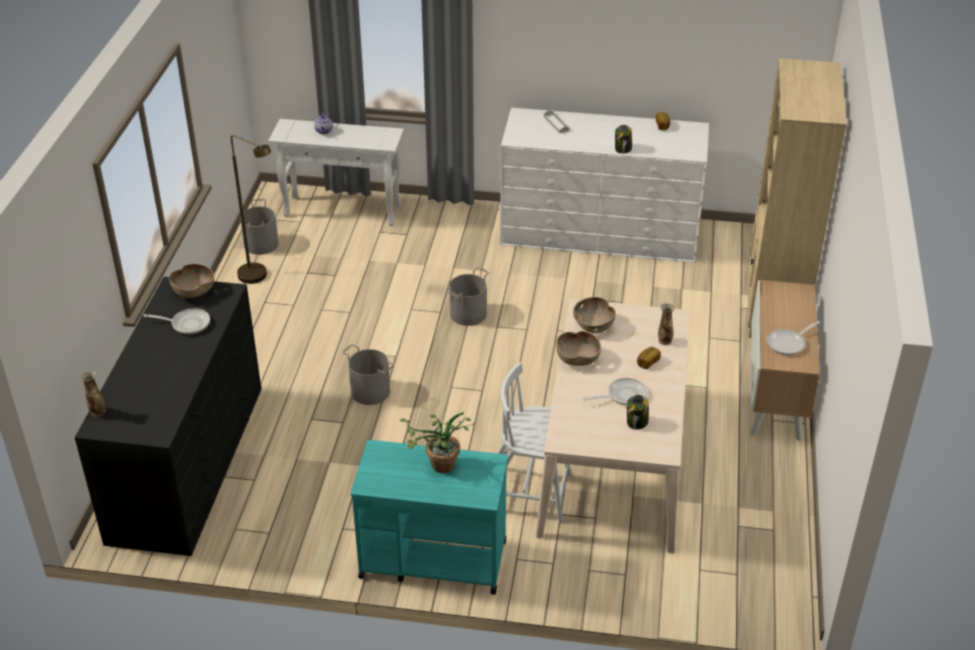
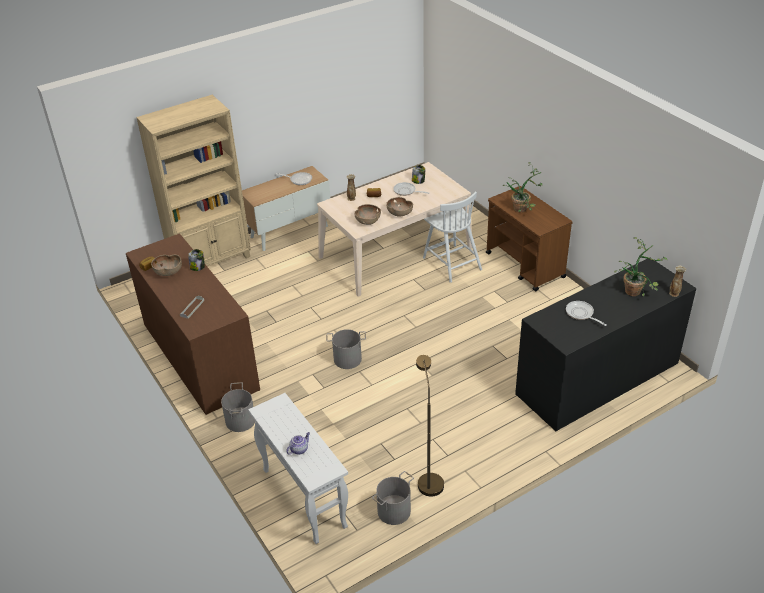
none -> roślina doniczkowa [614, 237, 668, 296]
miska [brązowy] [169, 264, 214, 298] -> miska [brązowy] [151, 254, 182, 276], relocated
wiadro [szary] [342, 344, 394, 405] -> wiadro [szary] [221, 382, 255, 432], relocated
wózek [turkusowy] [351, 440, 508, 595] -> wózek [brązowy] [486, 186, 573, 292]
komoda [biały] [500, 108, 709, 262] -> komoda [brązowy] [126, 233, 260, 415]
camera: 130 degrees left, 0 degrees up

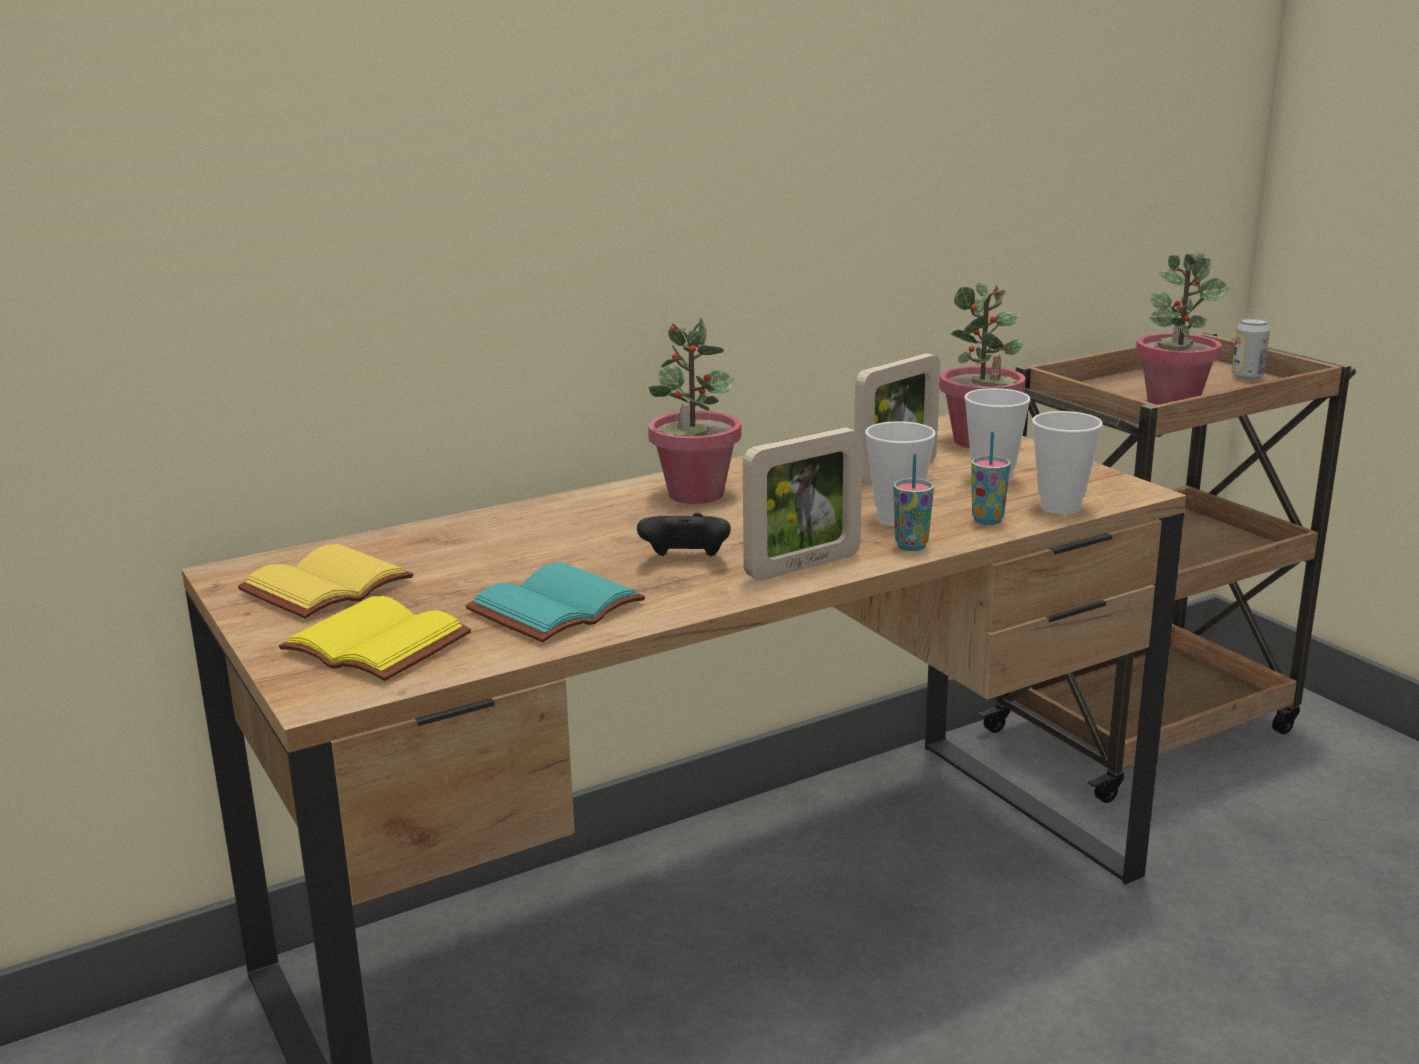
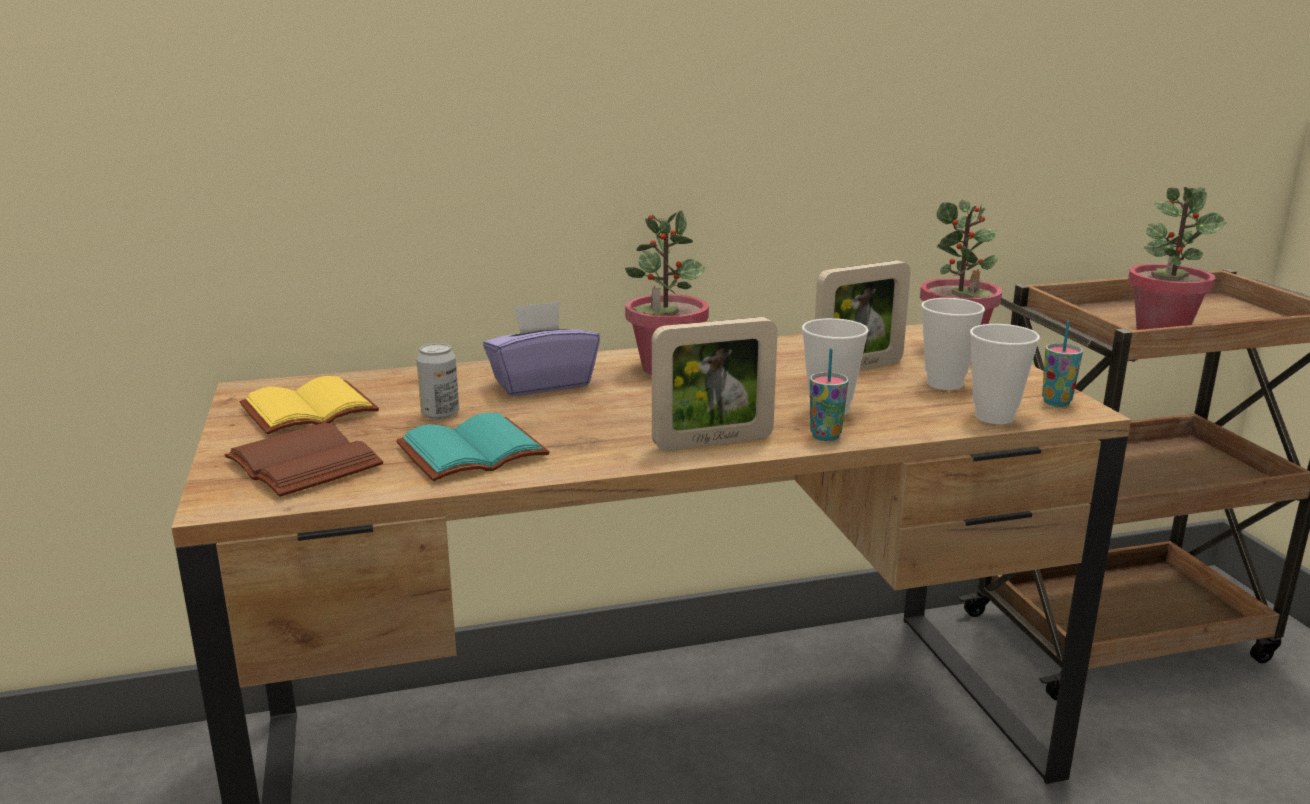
pad do gier [czarny] [637, 513, 731, 556] -> none
none -> pudełko chusteczek [fioletowy] [483, 301, 600, 396]
filiżanka [971, 432, 1010, 525] -> filiżanka [1042, 321, 1083, 407], relocated
puszka [1232, 318, 1270, 380] -> puszka [416, 343, 459, 420], relocated
książka [żółty] [279, 596, 471, 681] -> książka [brązowy] [225, 422, 383, 497]
camera: 15 degrees right, 0 degrees up

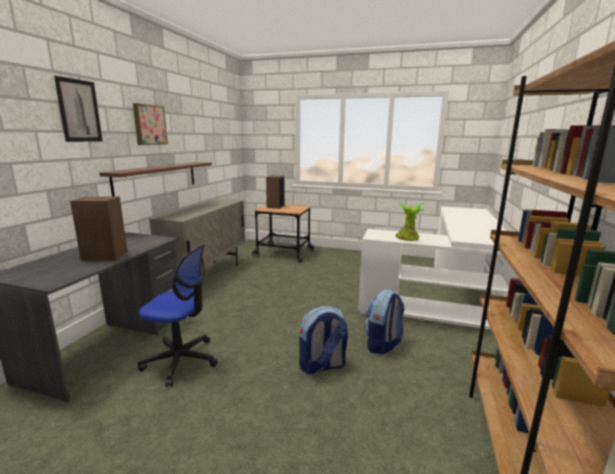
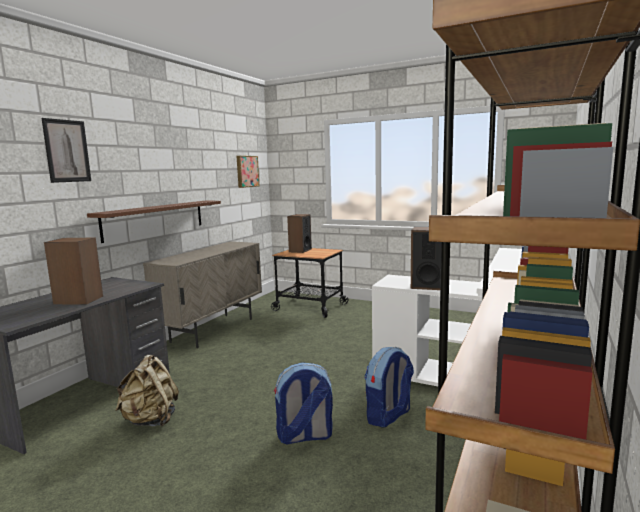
obraz [133, 103, 168, 145] -> obraz [237, 156, 259, 188], relocated
krzesło biurowe [138, 244, 218, 387] -> plecak [beżowy] [115, 355, 179, 426]
roślina doniczkowa [395, 202, 424, 241] -> głośnik [411, 227, 441, 290]
camera: 10 degrees right, 5 degrees down

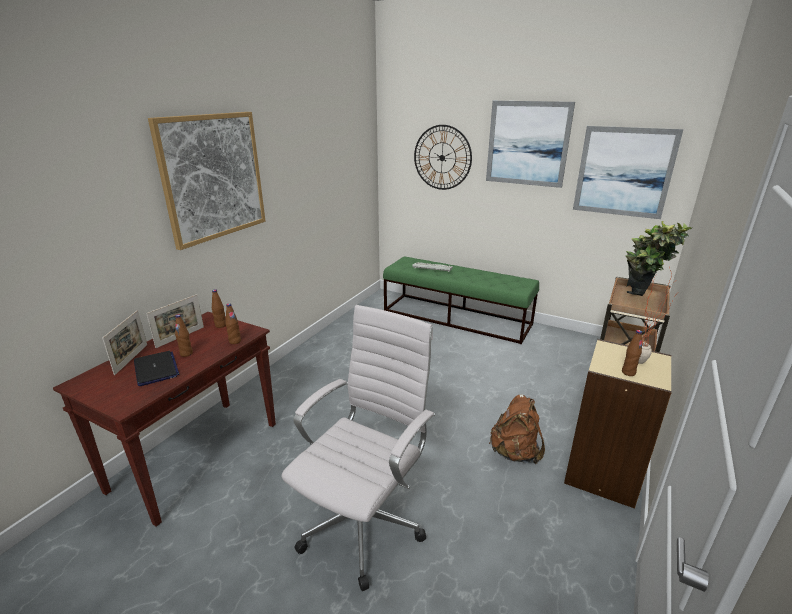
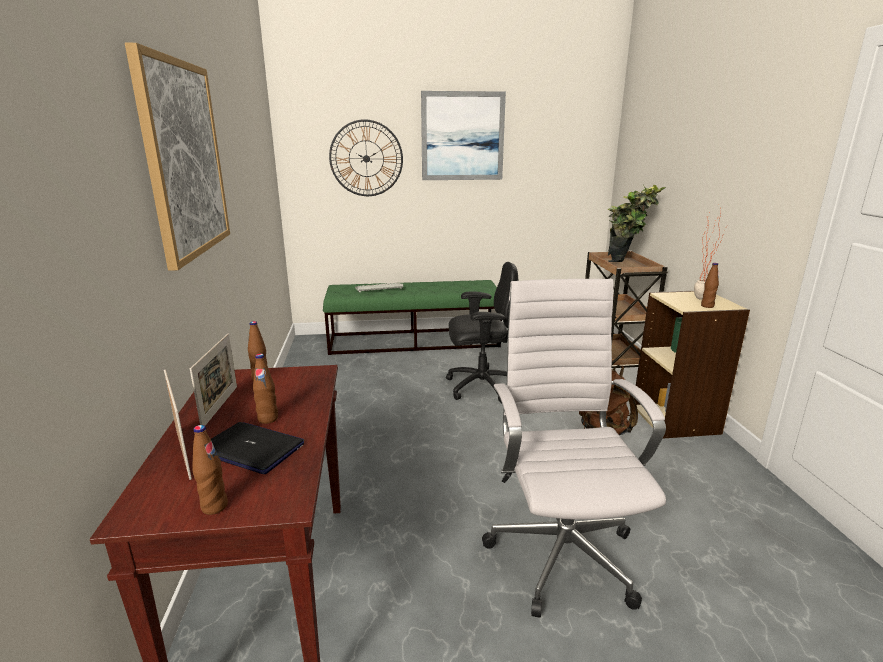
obraz [573, 126, 683, 219] -> none
none -> krzesło biurowe [czarny] [446, 262, 518, 403]
butelka [brązowy] [225, 303, 241, 344] -> butelka [brązowy] [192, 425, 228, 515], relocated
camera: 35 degrees left, 5 degrees down

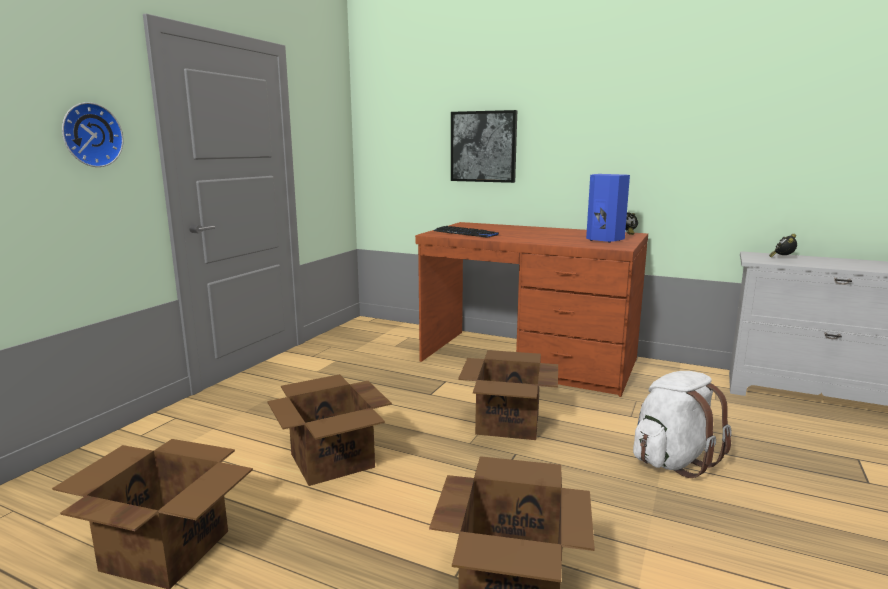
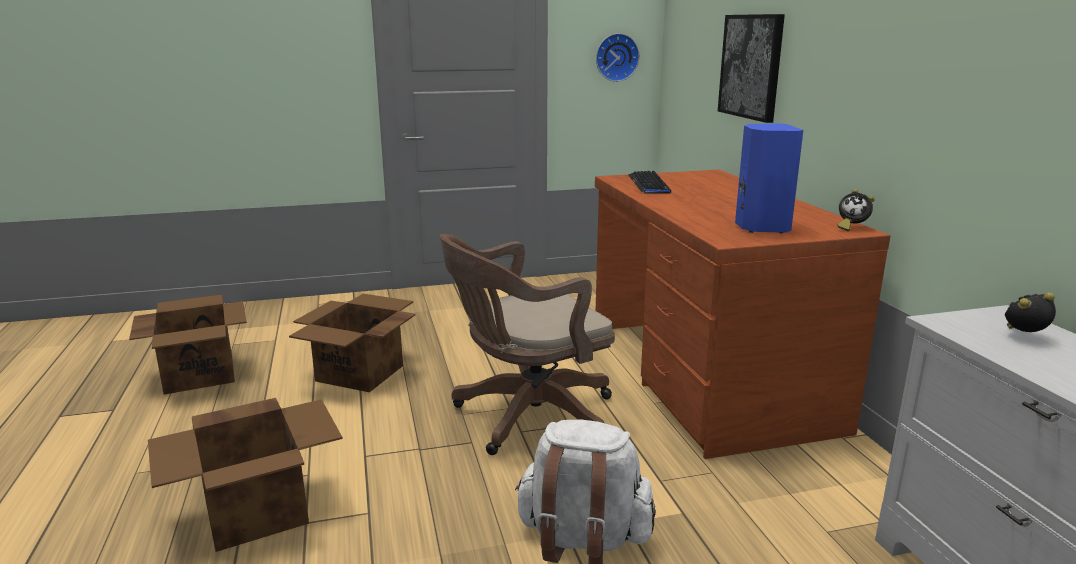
zegar ścienny [62, 102, 123, 167] -> zegar ścienny [596, 33, 640, 82], relocated
karton [458, 350, 558, 440] -> krzesło biurowe [brązowy] [440, 234, 615, 455]
camera: 50 degrees right, 5 degrees up

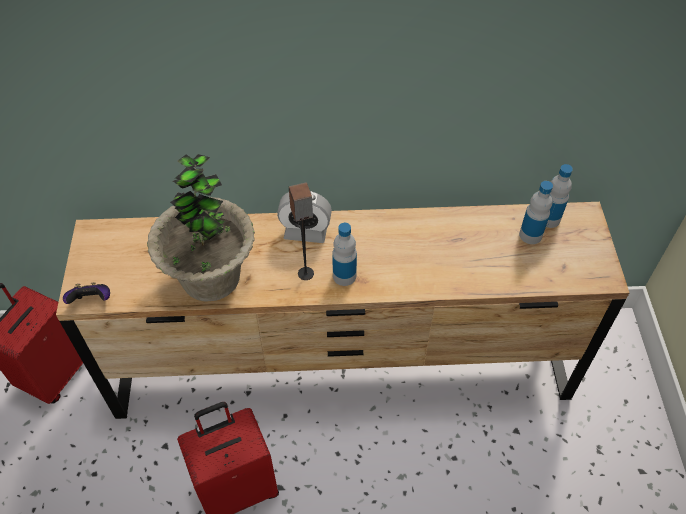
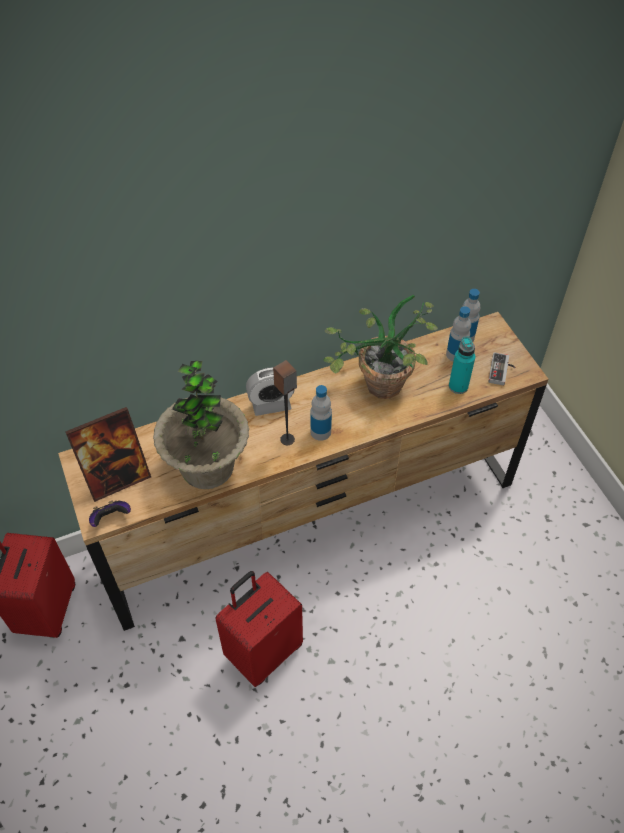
none -> ramka na zdjęcie [65, 407, 151, 502]
none -> roślina doniczkowa [323, 295, 438, 399]
none -> butelka [turkusowy] [449, 337, 475, 394]
none -> pad do gier [488, 352, 515, 386]
camera: 20 degrees left, 0 degrees up

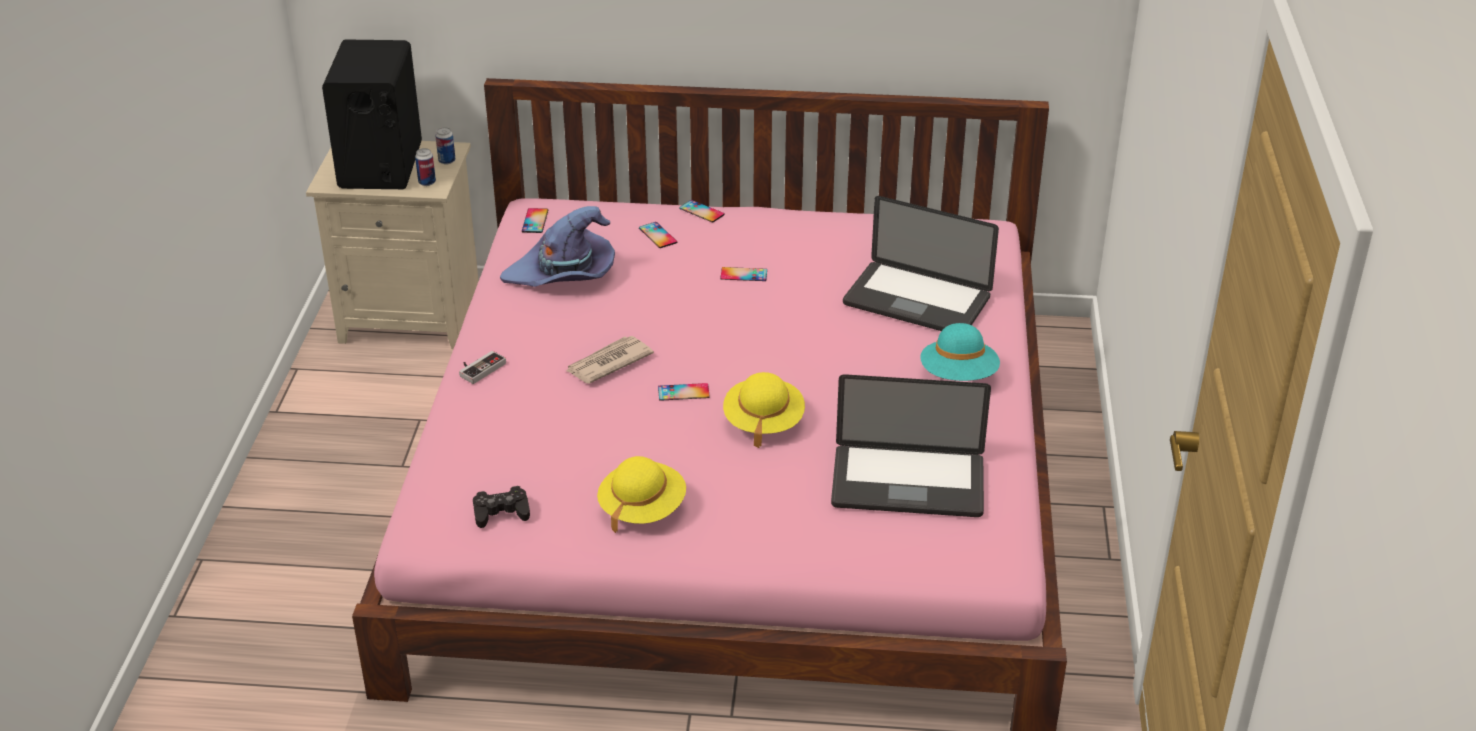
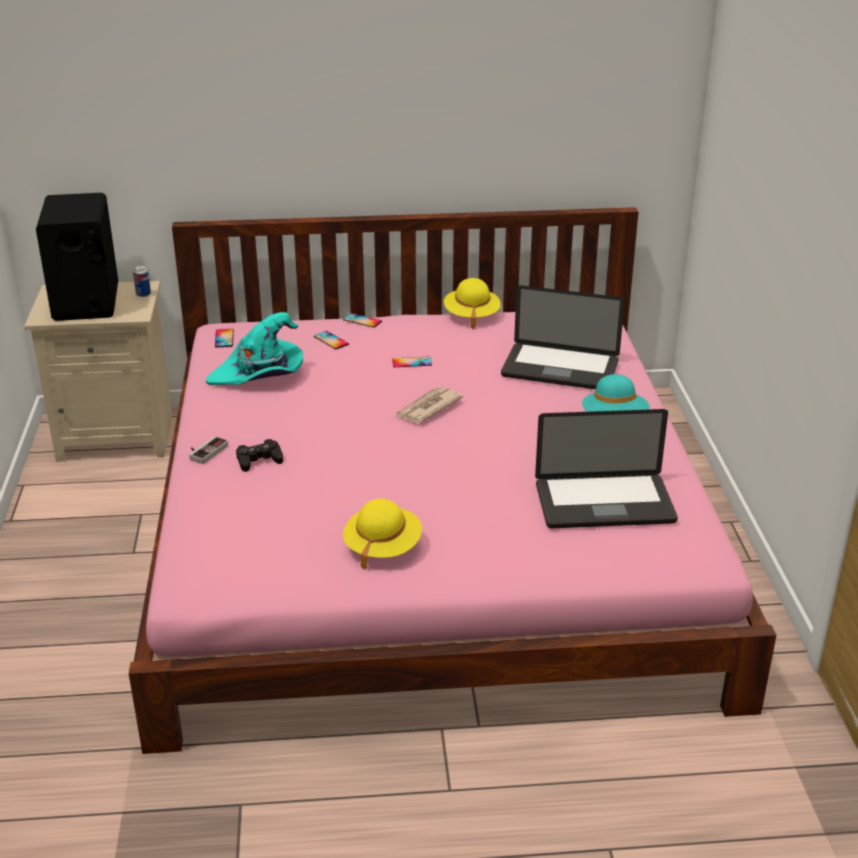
puszka [415, 148, 436, 186] -> none
telefon [658, 383, 710, 401] -> none
pad do gier [czarny] [473, 486, 530, 528] -> pad do gier [czarny] [236, 439, 283, 472], relocated
gazeta [566, 336, 654, 384] -> gazeta [395, 387, 463, 424], relocated
kapelusz [żółty] [723, 372, 805, 448] -> kapelusz [żółty] [444, 278, 501, 329], relocated
kapelusz [fioletowy] [500, 206, 615, 287] -> kapelusz [turkusowy] [206, 312, 303, 385]
camera: 10 degrees left, 5 degrees down

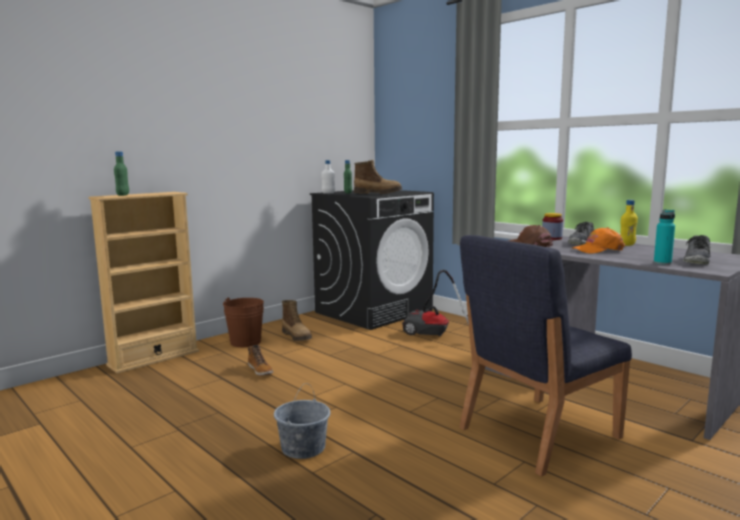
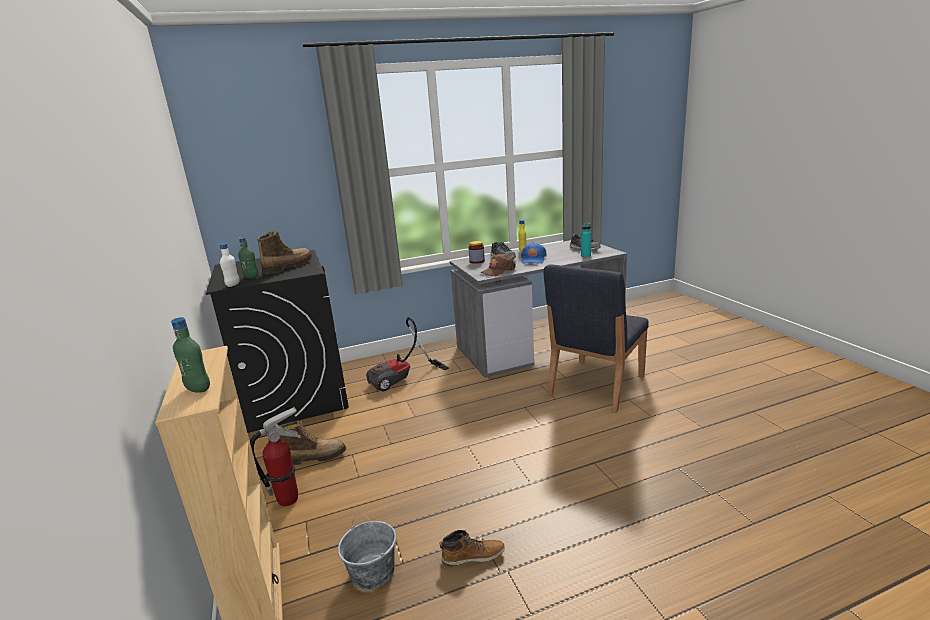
but z cholewką [248, 344, 273, 376] -> but z cholewką [439, 530, 505, 566], relocated
wiadro [szary] [274, 383, 330, 459] -> wiadro [szary] [338, 514, 396, 590], relocated
wiadro [brązowy] [223, 297, 264, 347] -> gaśnica [250, 407, 301, 506]
czapka z daszkiem [pomarańczowy] [572, 227, 625, 254] -> czapka z daszkiem [niebieski] [521, 243, 547, 264]
krzesło [niebieski] [459, 235, 632, 477] -> krzesło [niebieski] [543, 264, 649, 413], 45 degrees clockwise
camera: 65 degrees left, 10 degrees up

